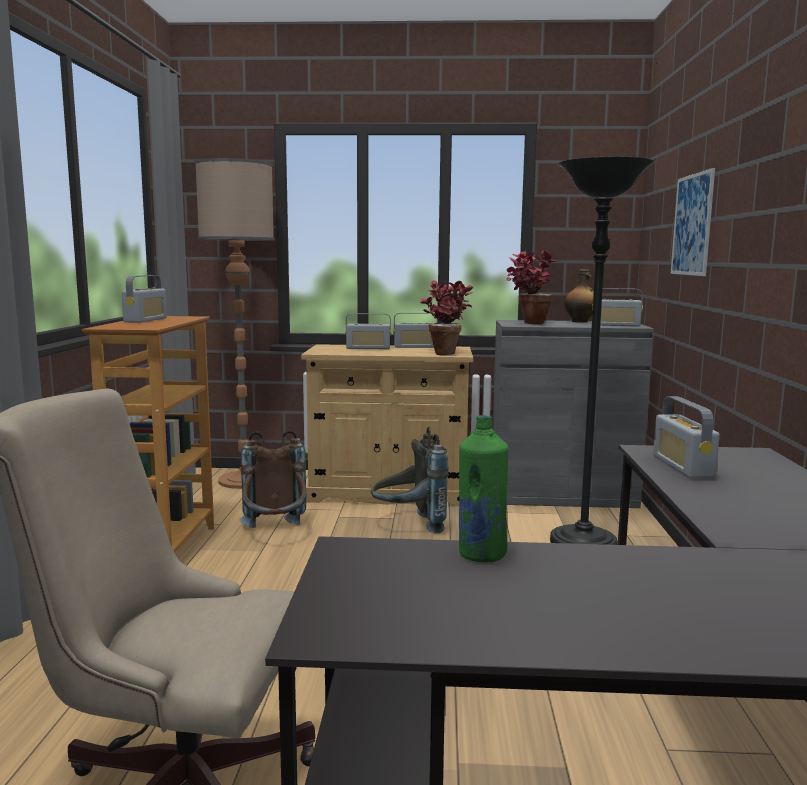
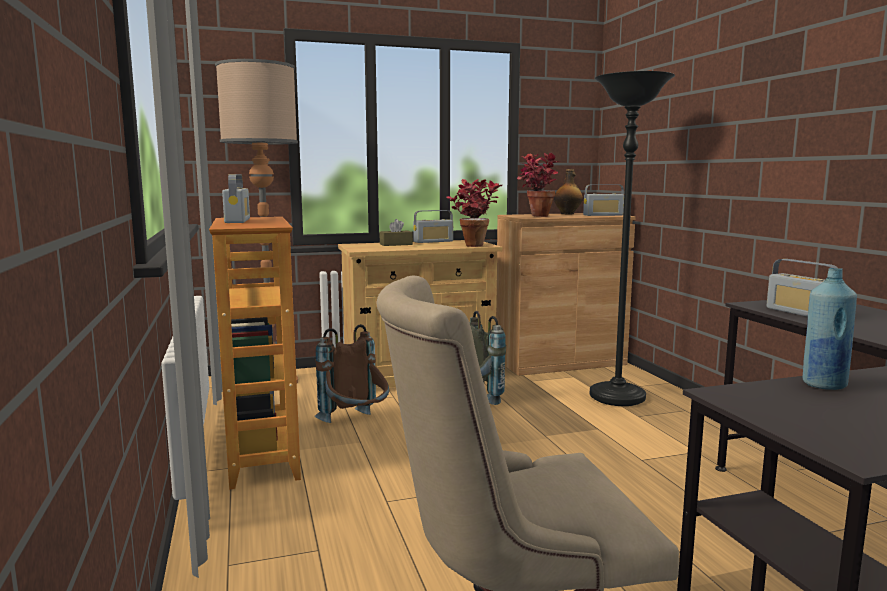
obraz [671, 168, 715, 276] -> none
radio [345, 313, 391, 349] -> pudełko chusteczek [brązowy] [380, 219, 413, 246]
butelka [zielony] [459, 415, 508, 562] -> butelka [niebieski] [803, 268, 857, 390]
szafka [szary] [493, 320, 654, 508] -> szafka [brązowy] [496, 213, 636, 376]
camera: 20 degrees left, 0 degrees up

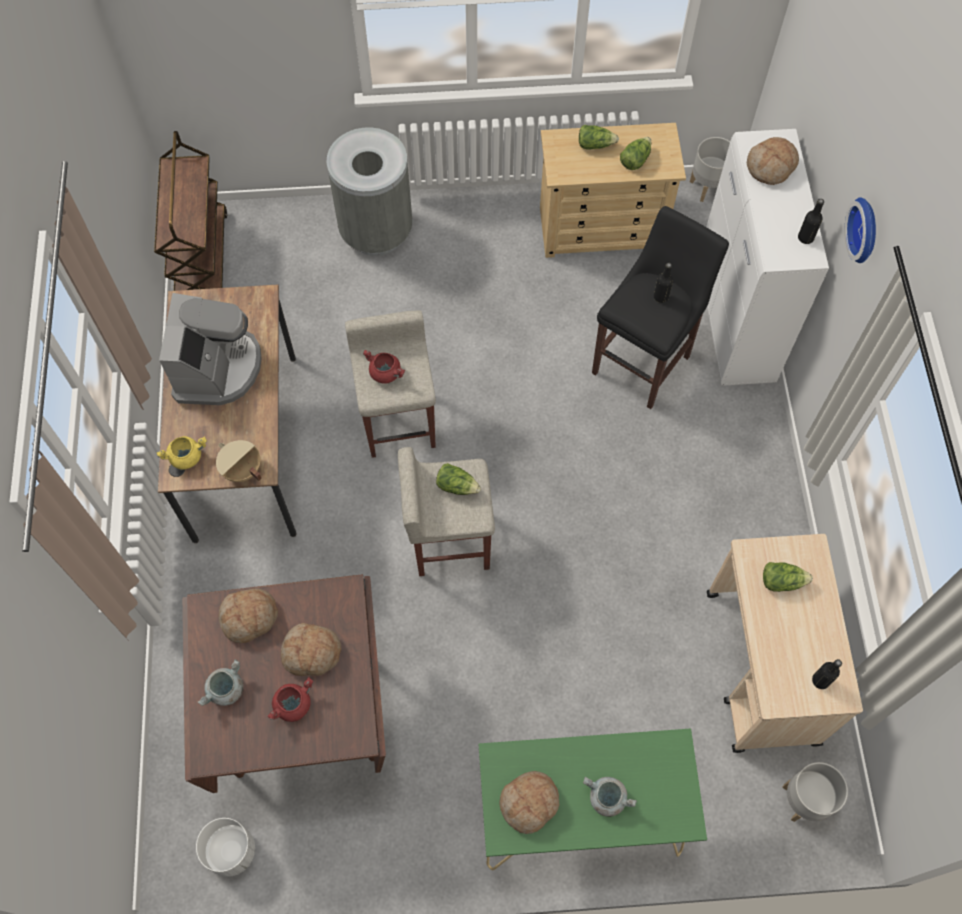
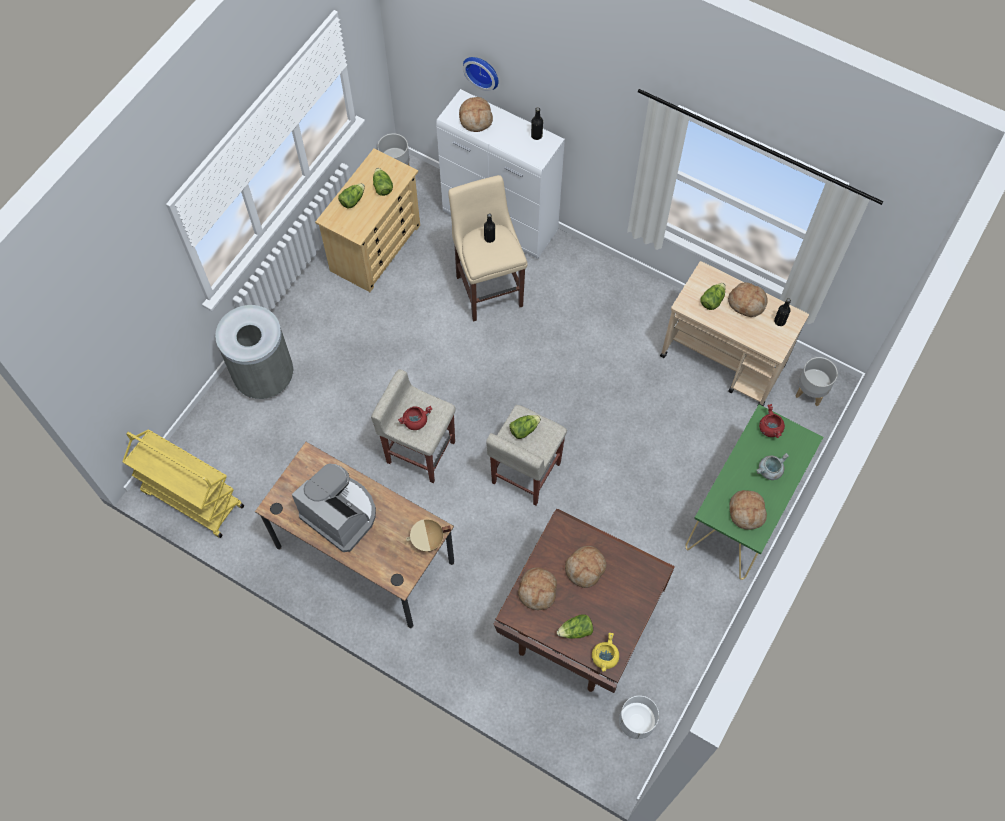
none -> chleb [728, 282, 768, 317]
garnek [żółty] [156, 436, 207, 470] -> garnek [żółty] [592, 632, 619, 672], relocated
garnek [czerwony] [268, 677, 313, 722] -> garnek [czerwony] [759, 404, 785, 438], relocated
zegar ścienny [844, 197, 876, 263] -> zegar ścienny [463, 57, 499, 91], relocated
garnek [szary] [197, 659, 243, 706] -> sałata [557, 614, 593, 639]
wózek [brązowy] [154, 131, 228, 291] -> wózek [żółty] [122, 430, 244, 538]
stołek [czarny] [592, 206, 729, 409] -> stołek [beżowy] [448, 175, 528, 322]
camera: 55 degrees left, 0 degrees up

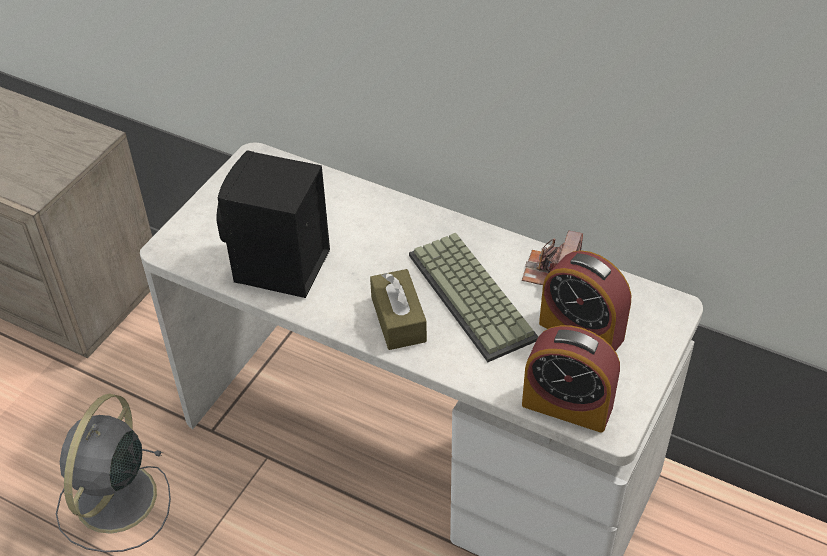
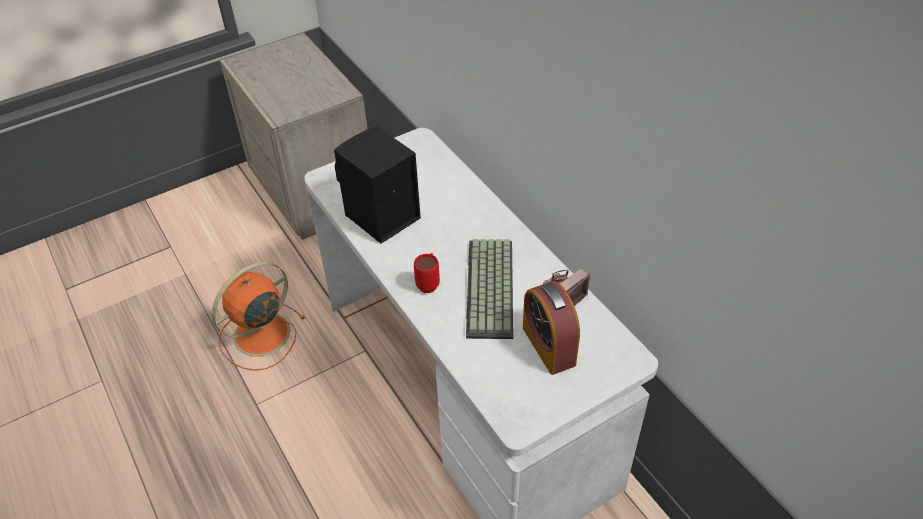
budzik [522, 325, 620, 433] -> none
pudełko chusteczek [brązowy] [370, 269, 427, 350] -> kubek [czerwony] [414, 253, 440, 293]
wentylator [szary] [56, 394, 171, 552] -> wentylator [pomarańczowy] [212, 262, 306, 371]
camera: 30 degrees right, 0 degrees up

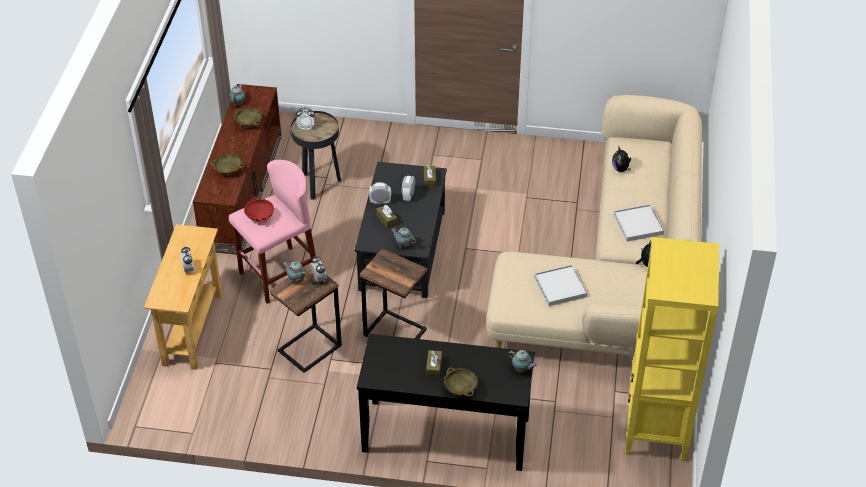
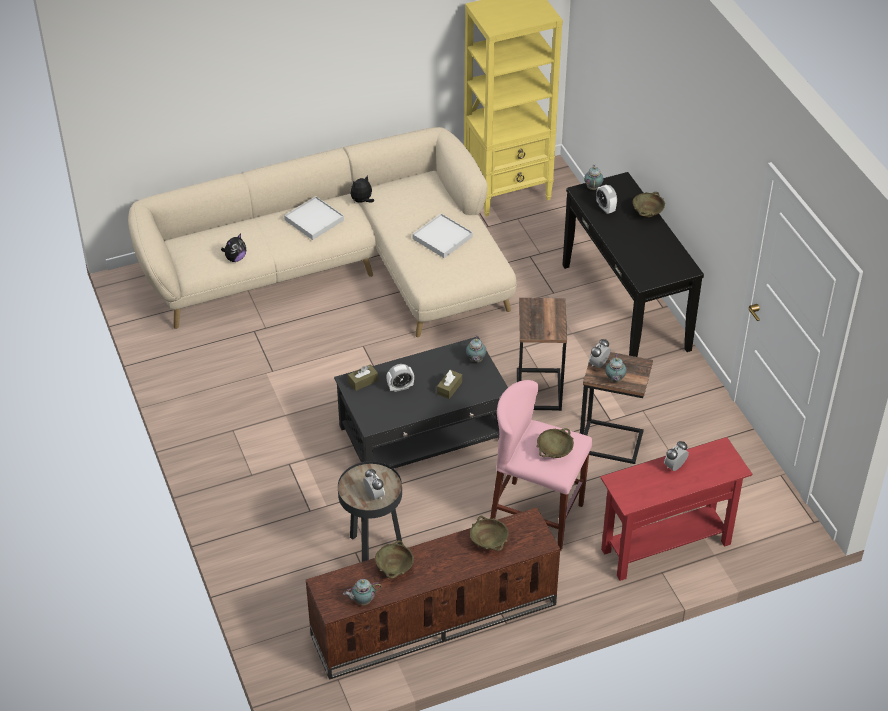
pudełko chusteczek [brązowy] [426, 350, 442, 378] -> none
budzik [369, 182, 391, 204] -> budzik [596, 185, 617, 214], relocated
stolik konsolowy [beżowy] [144, 224, 222, 370] -> stolik konsolowy [czerwony] [600, 437, 752, 581]
miska [czerwony] [244, 197, 274, 222] -> miska [beżowy] [536, 428, 574, 458]
camera: 120 degrees left, 0 degrees up

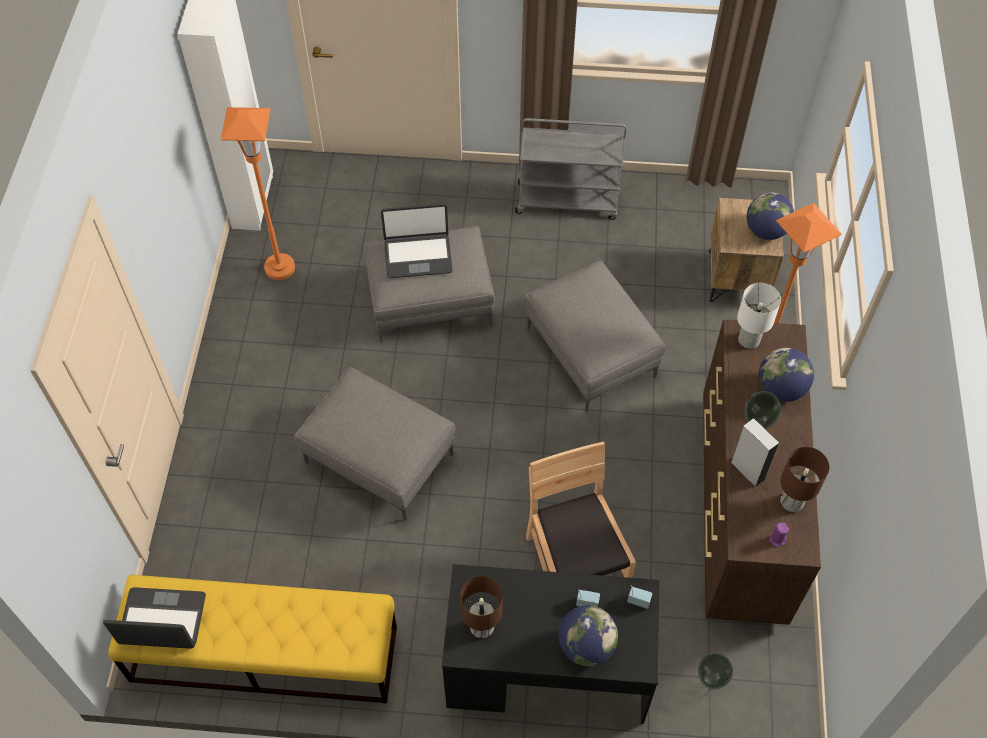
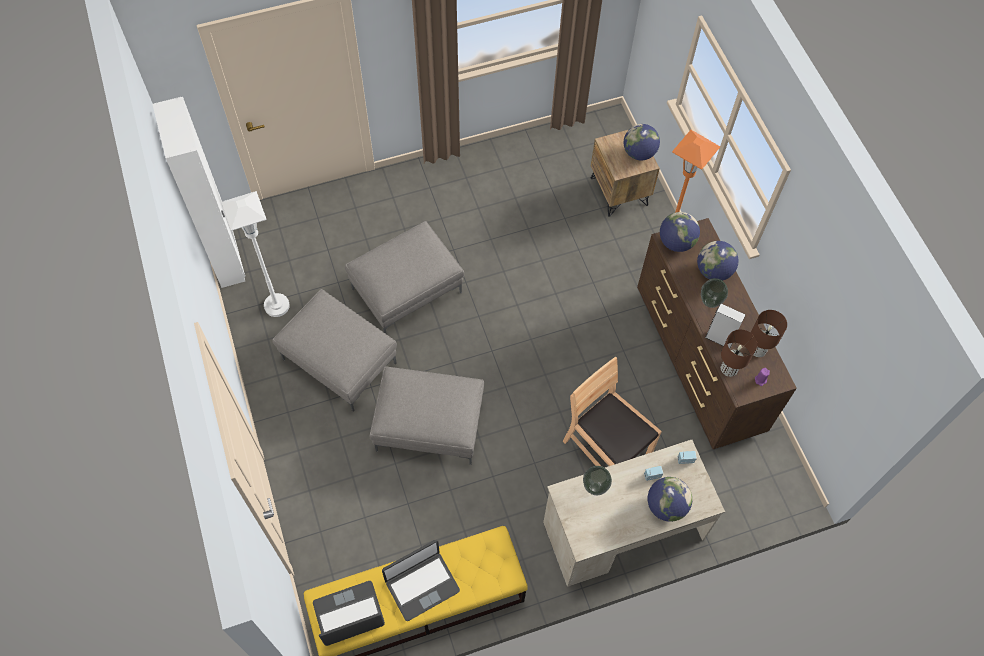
wózek [szary] [515, 118, 626, 220] -> none
laptop [381, 204, 453, 278] -> laptop [382, 540, 460, 621], relocated
lampa stołowa [brązowy] [460, 576, 503, 638] -> lampa stołowa [brązowy] [721, 329, 757, 377], relocated
pufa [szary] [524, 260, 666, 412] -> pufa [szary] [272, 289, 397, 412], relocated
wazon [698, 652, 733, 690] -> wazon [583, 466, 612, 495], relocated
lampa stołowa [biały] [737, 283, 781, 349] -> globus [660, 212, 700, 252]
lampa stojąca [pomarańczowy] [221, 107, 295, 280] -> lampa stojąca [biały] [221, 191, 290, 317]
biurko [czarny] [442, 564, 659, 724] -> biurko [beżowy] [543, 440, 725, 587]
camera: 25 degrees left, 5 degrees up

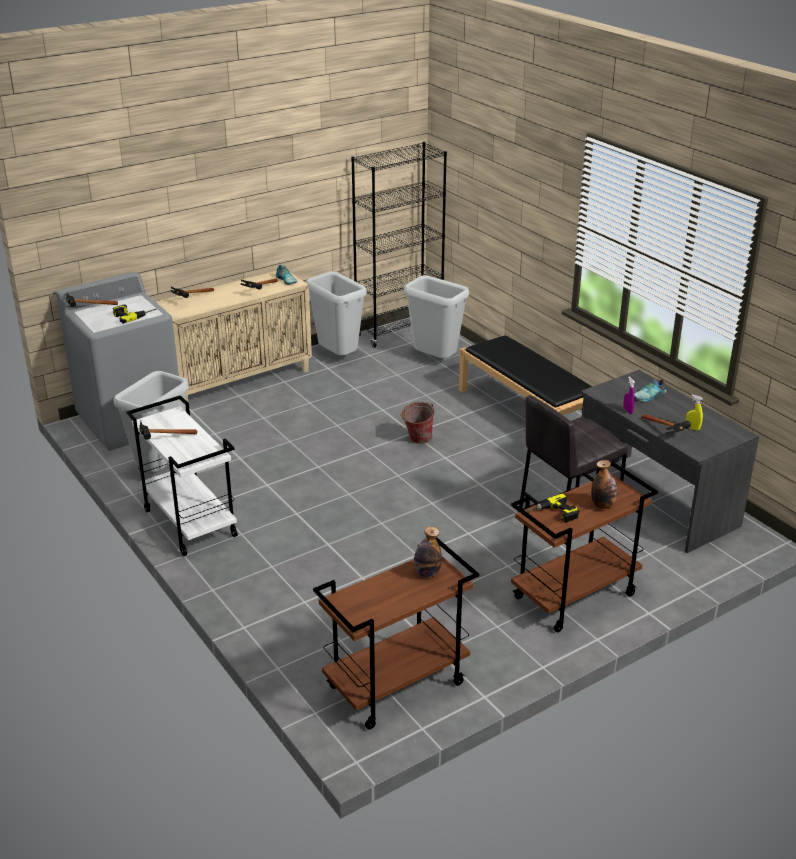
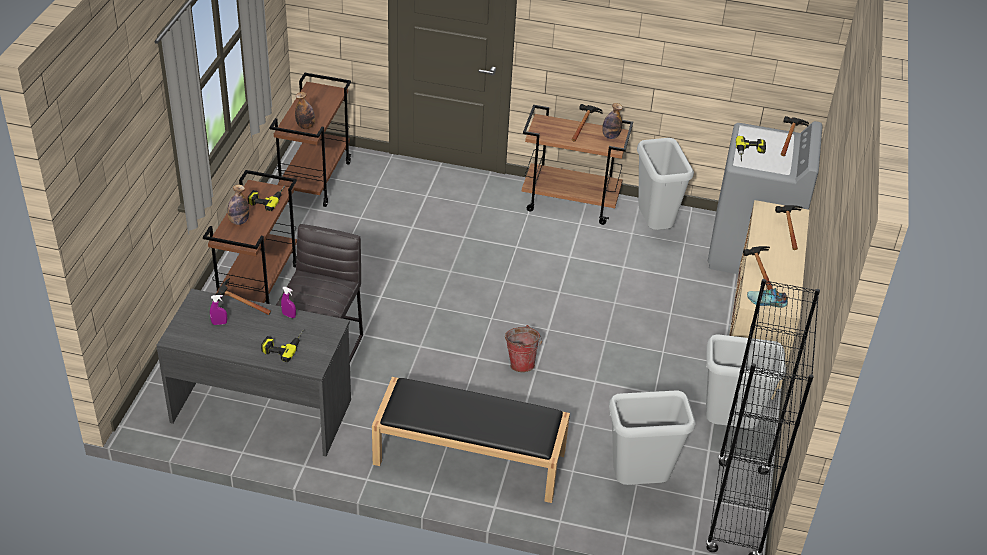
none -> butelka [602, 103, 623, 139]
but [634, 379, 667, 402] -> wiertarka [261, 329, 304, 362]
wózek [biały] [126, 395, 238, 556] -> wózek [brązowy] [522, 105, 633, 225]
spryskiwacz [żółty] [686, 395, 703, 431] -> spryskiwacz [fioletowy] [210, 295, 227, 325]
camera: 135 degrees right, 10 degrees up

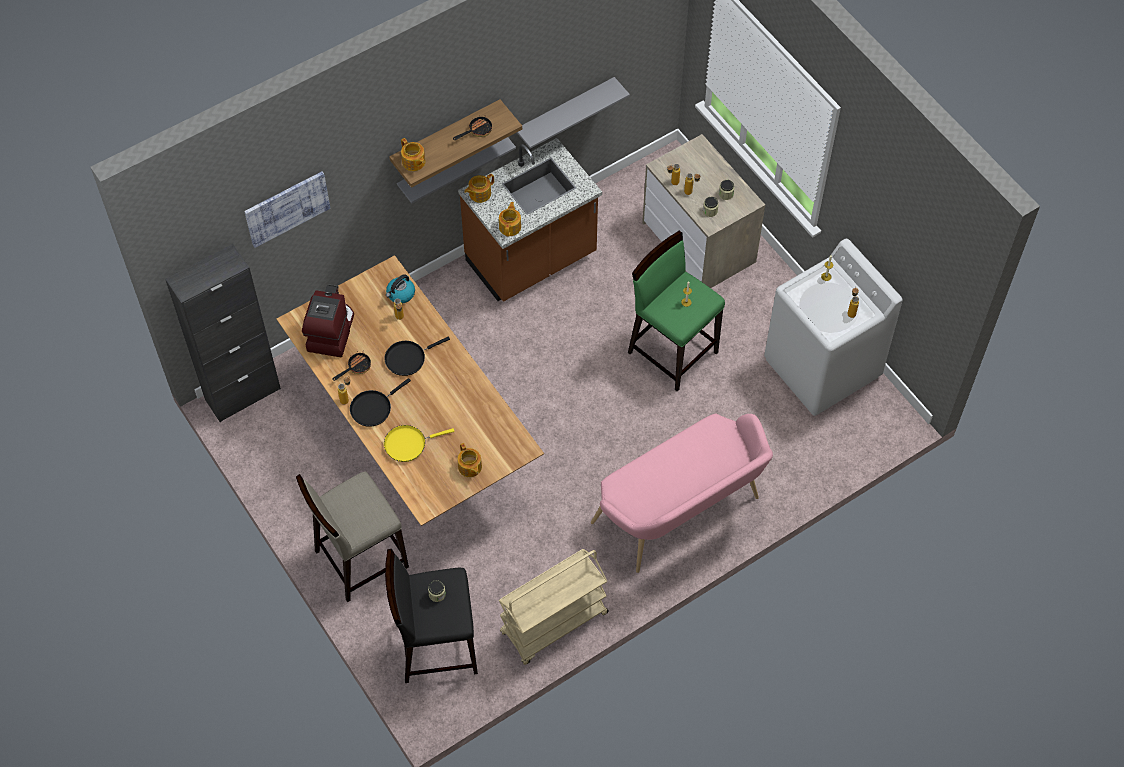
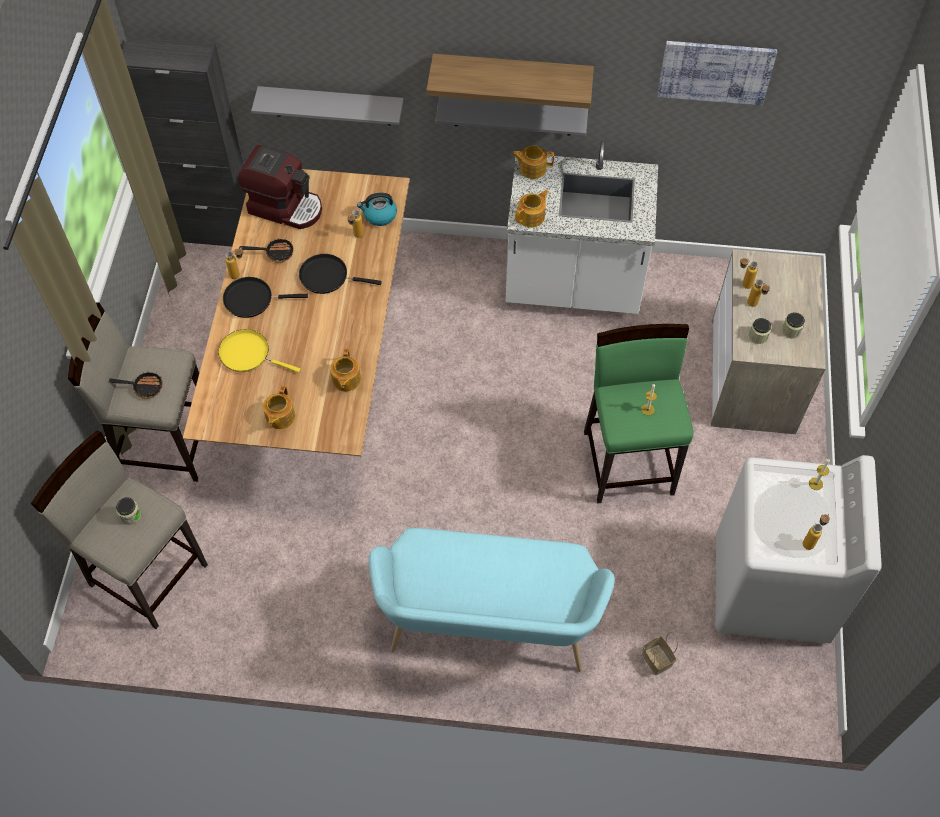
wózek [beżowy] [499, 549, 609, 665] -> none
none -> koszyk [642, 632, 678, 675]
obraz [244, 171, 331, 248] -> obraz [657, 41, 777, 105], relocated
imbryk [401, 138, 425, 171] -> imbryk [330, 348, 361, 391], relocated
patelnia [453, 117, 492, 140] -> patelnia [109, 371, 163, 399], relocated
półka [szary] [517, 77, 630, 149] -> półka [szary] [251, 86, 404, 125], relocated
stołek [czarny] [385, 549, 478, 683] -> stołek [beżowy] [31, 430, 208, 629]
zabudowa kuchenna [brązowy] [458, 138, 602, 302] -> zabudowa kuchenna [biały] [505, 140, 658, 314]
ławka [różowy] [591, 413, 773, 573] -> ławka [turkusowy] [369, 528, 615, 672]
ekspres do kawy [302, 284, 354, 357] -> ekspres do kawy [238, 145, 322, 229], 60 degrees clockwise
camera: 40 degrees right, 0 degrees up

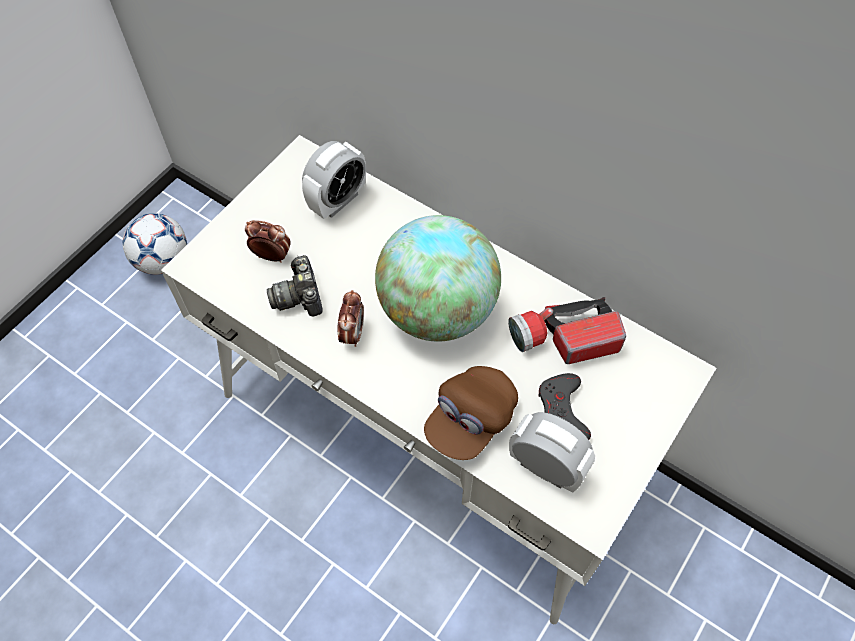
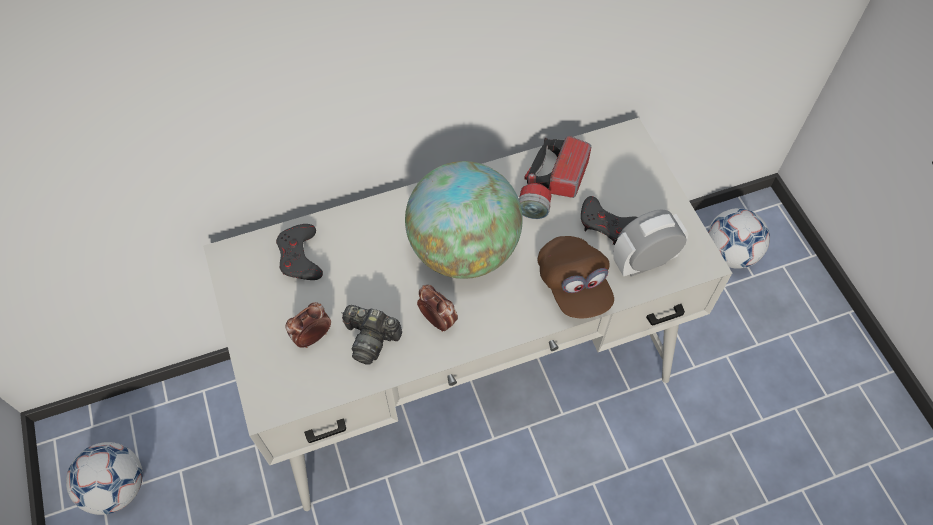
none -> piłka futbolowa [707, 208, 770, 269]
budzik [302, 141, 366, 219] -> pad do gier [szary] [276, 224, 323, 280]
camera: 55 degrees left, 0 degrees up

